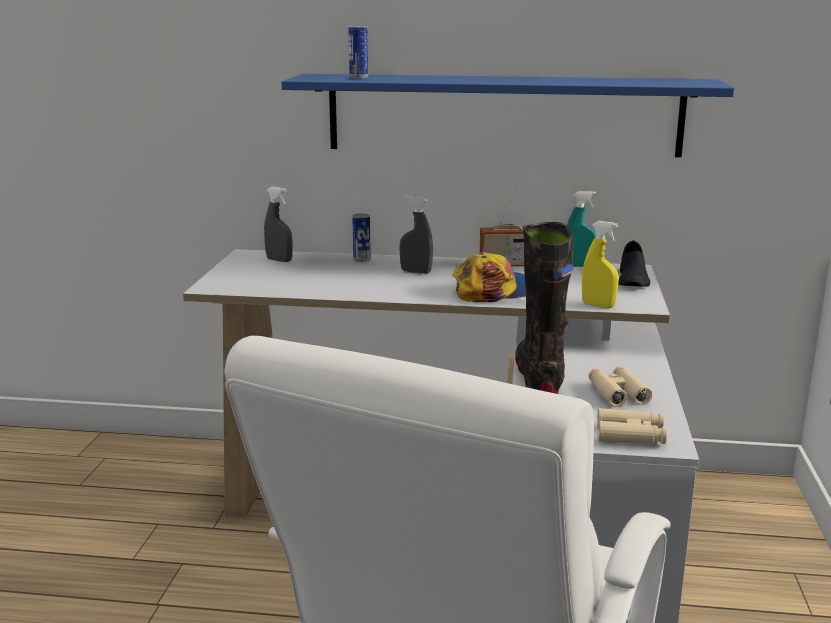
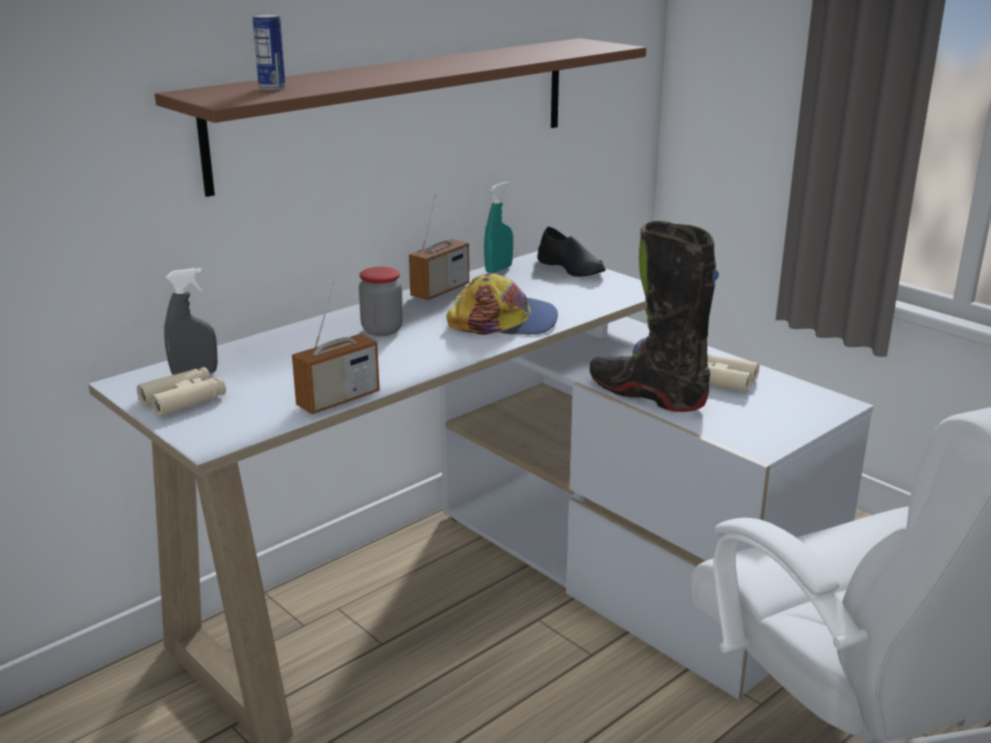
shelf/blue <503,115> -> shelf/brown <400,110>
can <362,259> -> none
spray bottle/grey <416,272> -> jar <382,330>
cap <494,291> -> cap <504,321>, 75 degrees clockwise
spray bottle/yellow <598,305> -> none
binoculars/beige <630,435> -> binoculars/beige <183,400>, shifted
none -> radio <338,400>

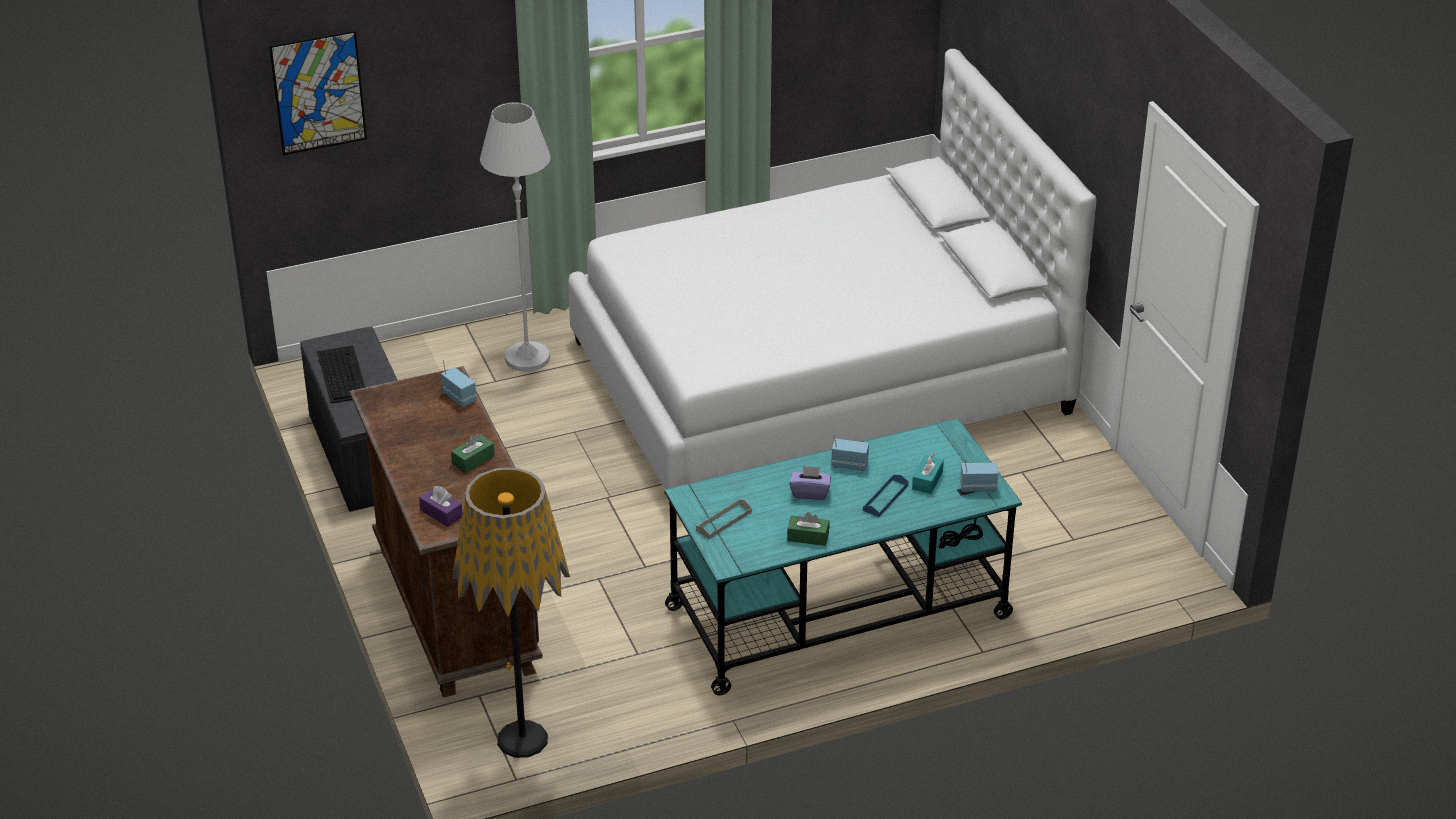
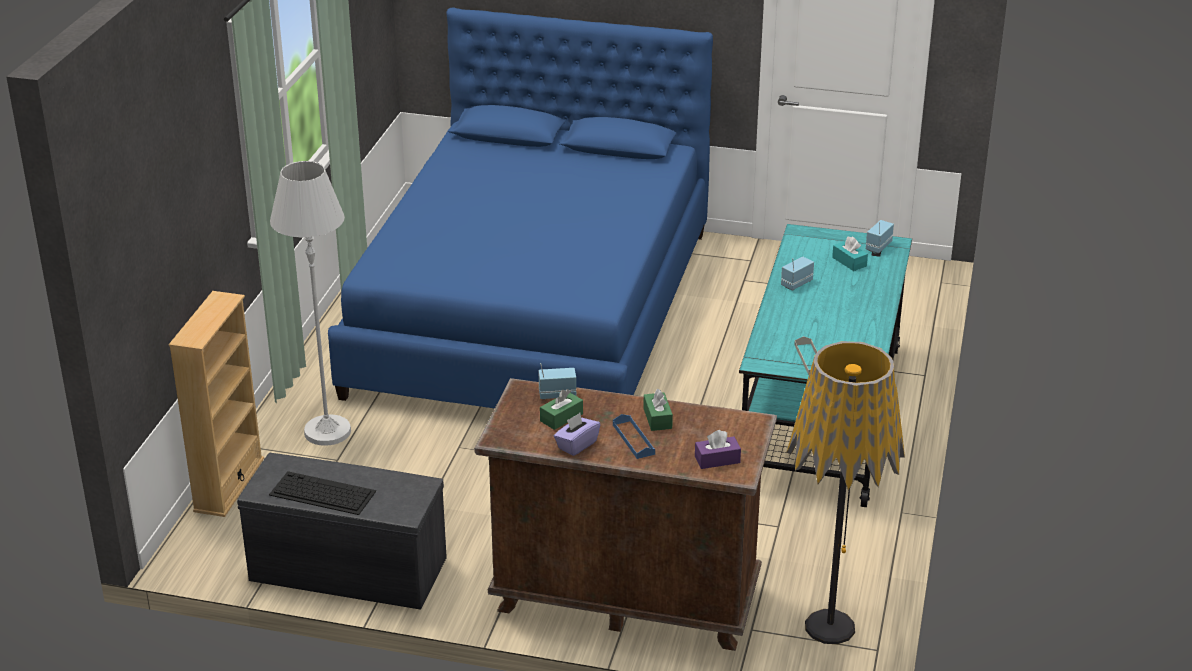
picture <318,92> -> none
bed/white <820,377> -> bed/blue <534,311>
tissue box/green <808,537> -> tissue box/green <561,417>, shifted
tissue box/purple <810,493> -> tissue box/purple <576,445>, shifted
tray/blue <885,498> -> tray/blue <633,439>, shifted
none -> bookcase/beige <229,485>

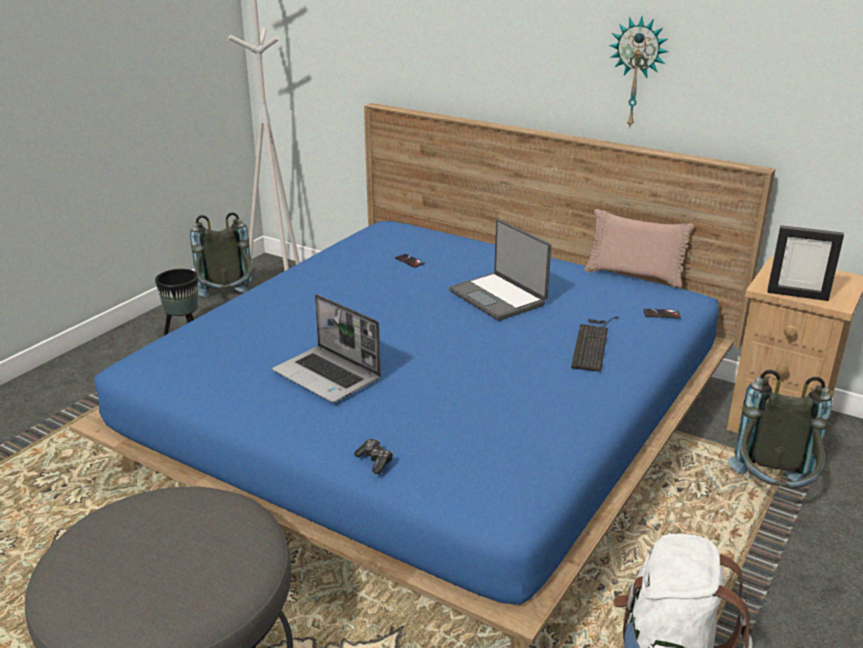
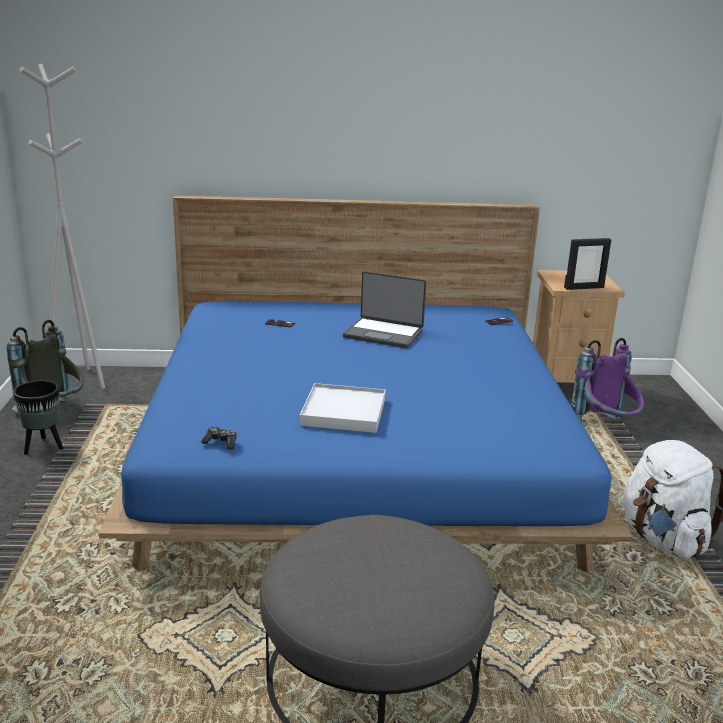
laptop <328,376> -> tray/white <344,412>
game controller <375,461> -> game controller <221,442>, shifted
keyboard <592,343> -> none
pillow/beige <634,276> -> none
wall clock <637,72> -> none
backpack/grey <771,493> -> backpack/purple <606,429>

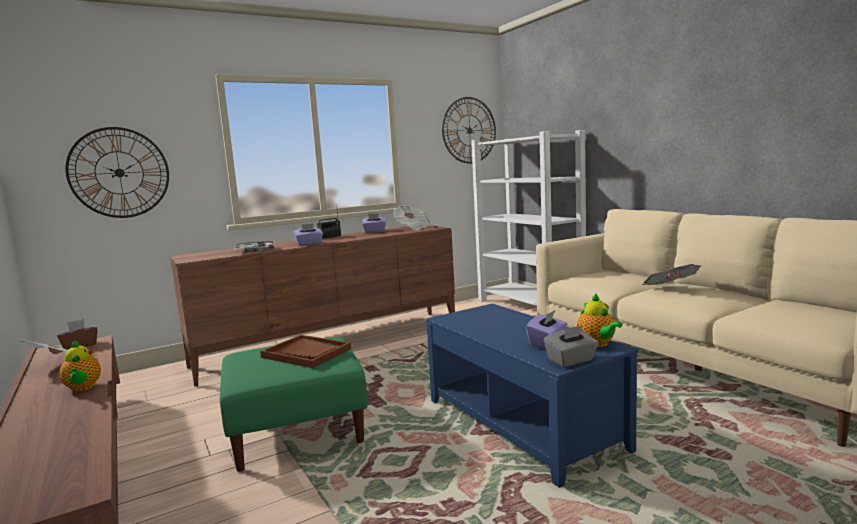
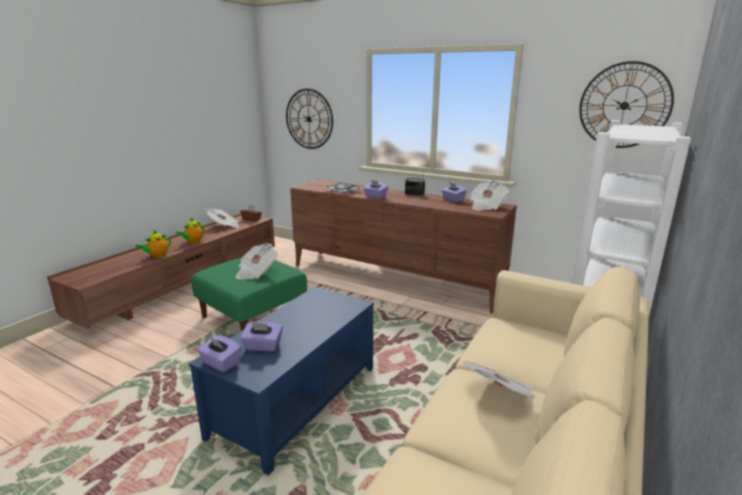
tray/brown <306,353> -> newspaper <256,272>
tissue box/grey <571,360> -> tissue box/purple <220,363>
teapot <597,344> -> teapot <157,256>, shifted

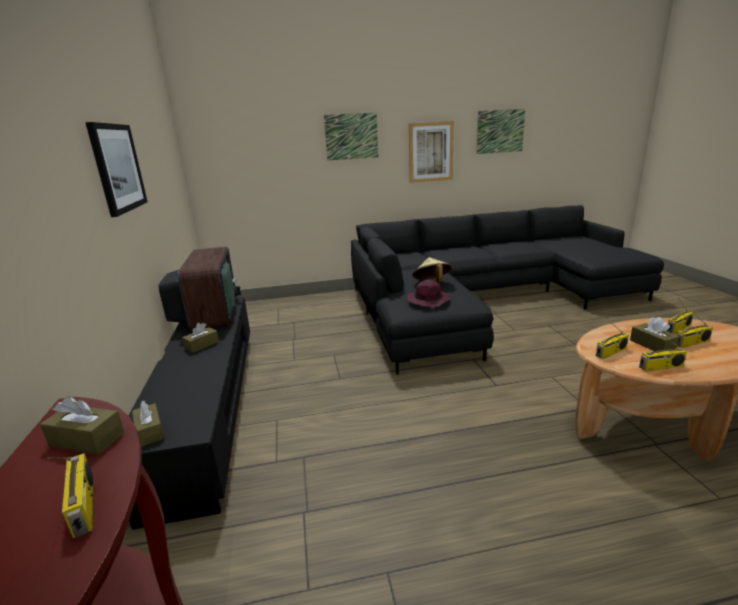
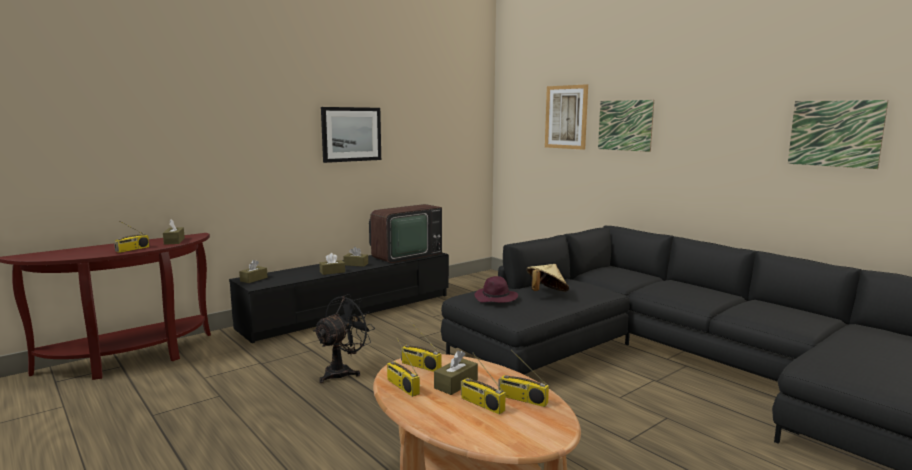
picture <431,152> -> picture <566,117>, shifted
none -> fan/black <343,372>
none -> tissue box/brown <332,272>

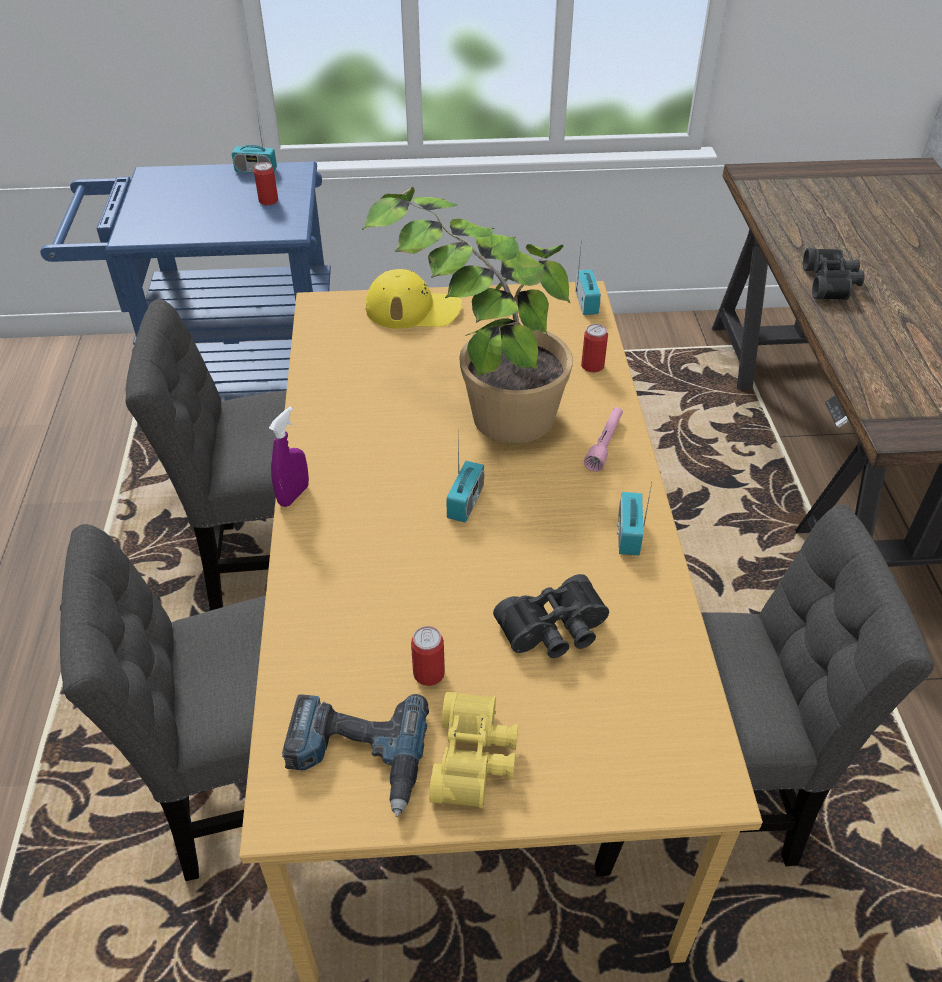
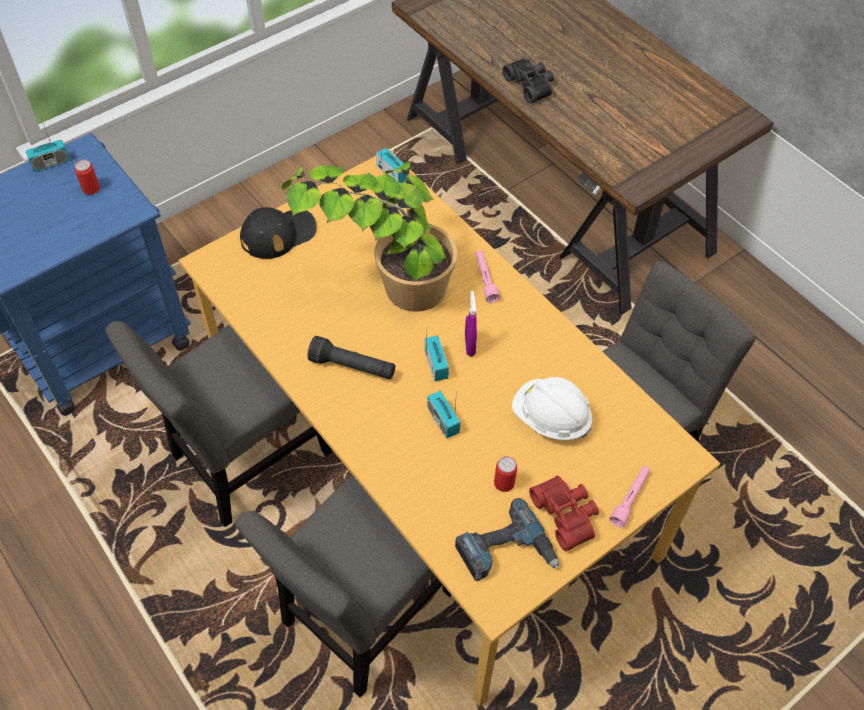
spray bottle/purple <293,495> -> spray bottle/purple <470,346>, shifted
cap/yellow <413,309> -> cap/black <278,234>
binoculars/yellow <476,758> -> binoculars/red <567,514>
binoculars/black <555,631> -> hard hat/white <550,418>
can <592,366> -> none
radio <628,534> -> radio <443,420>, shifted
none -> flashlight/black <352,367>
none -> flashlight/pink <630,498>

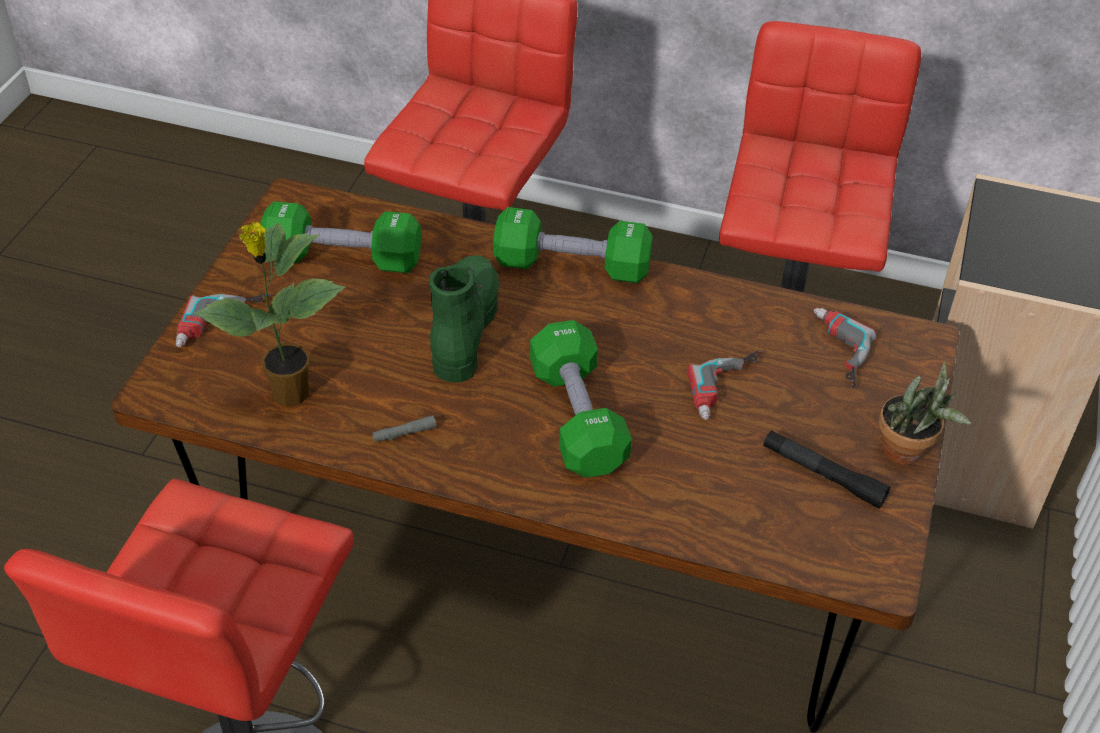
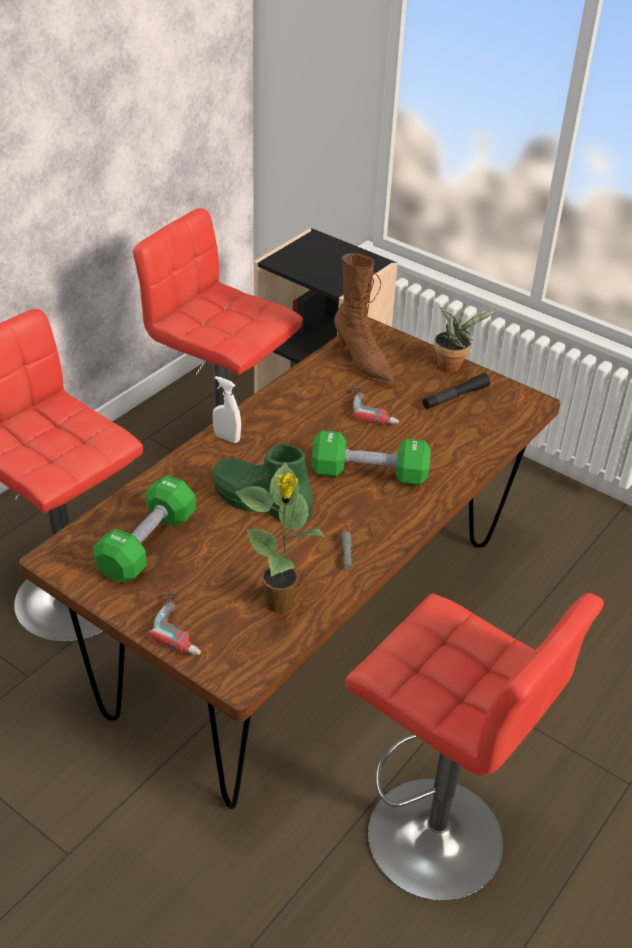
dumbbell/green <572,267> -> spray bottle/white <227,438>
power drill <833,351> -> boot/brown <362,362>

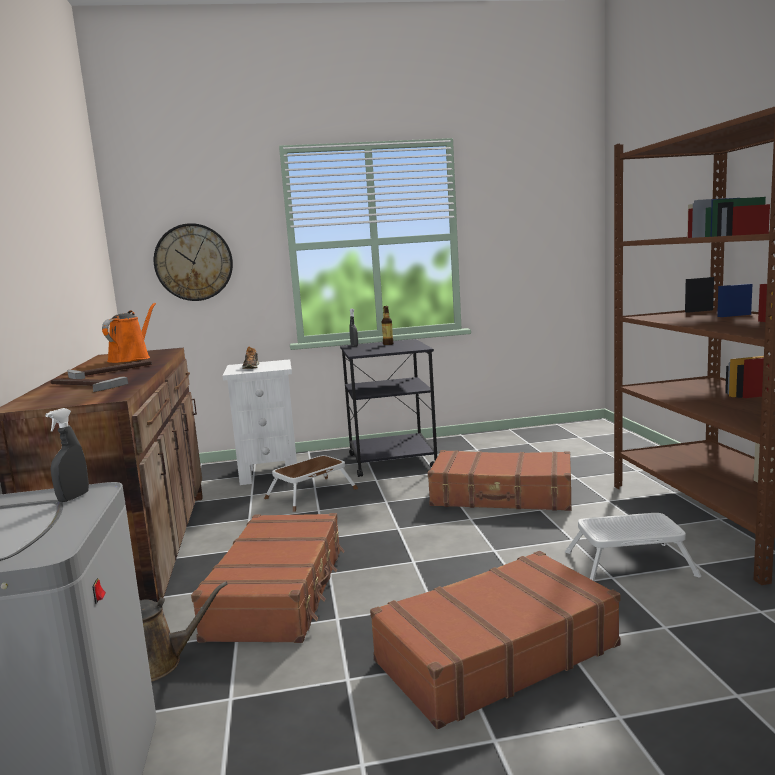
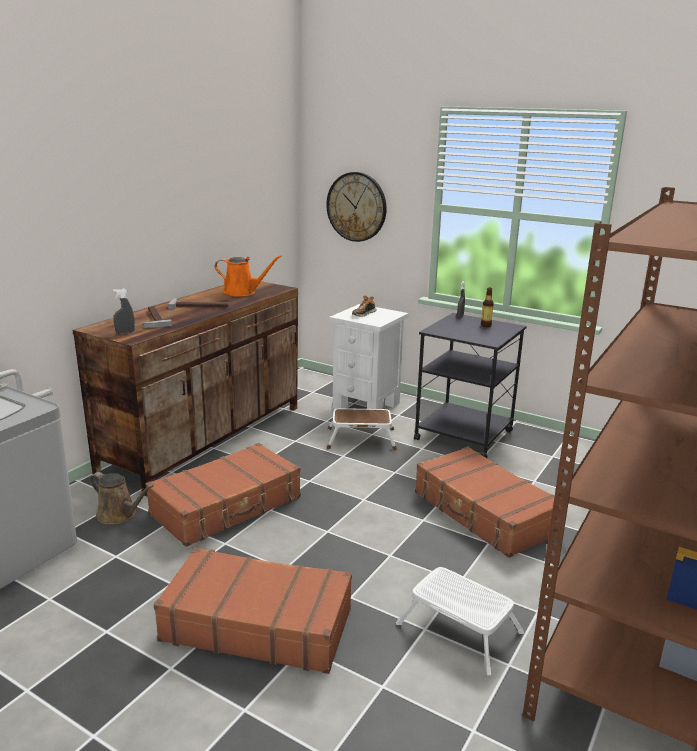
spray bottle/grey <73,497> -> spray bottle/grey <125,333>, shifted
watering can/orange <131,358> -> watering can/orange <242,292>, 45 degrees clockwise

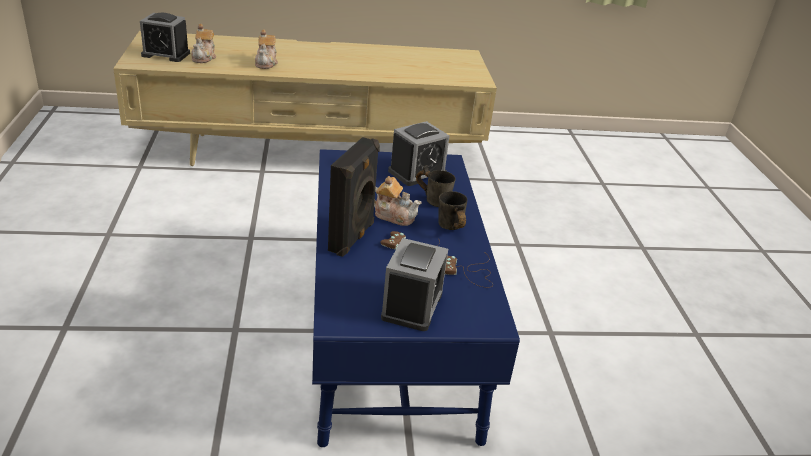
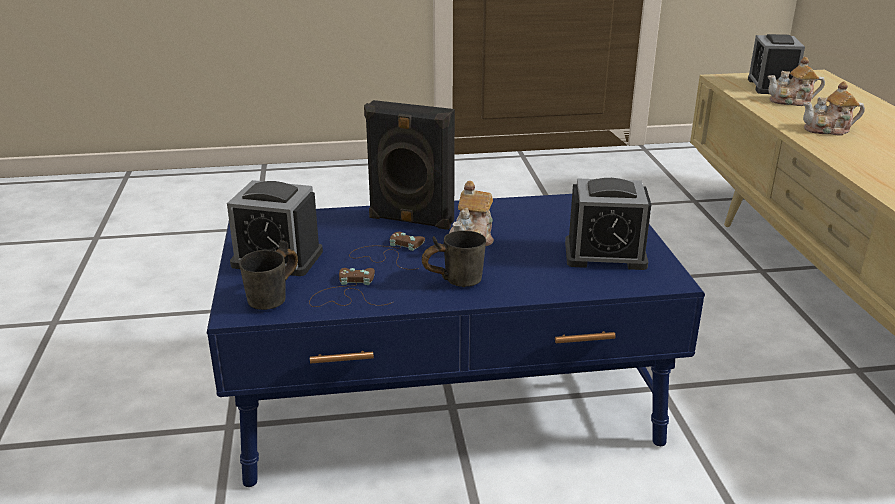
alarm clock <417,172> -> alarm clock <605,254>, 45 degrees counterclockwise
mug/grey <434,199> -> mug/grey <277,300>, shifted

